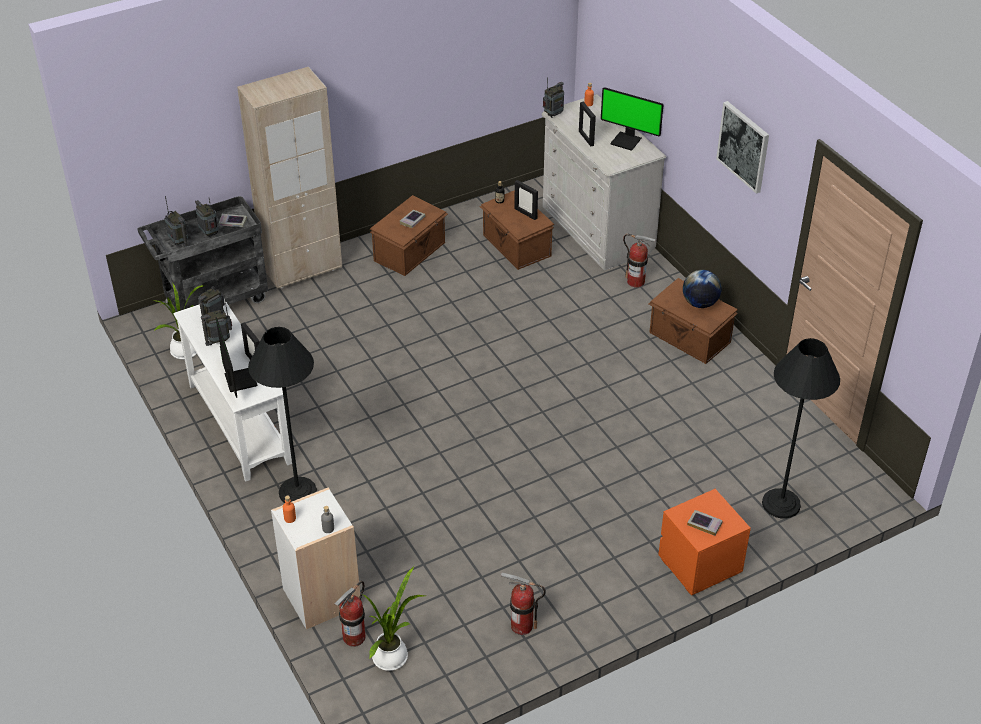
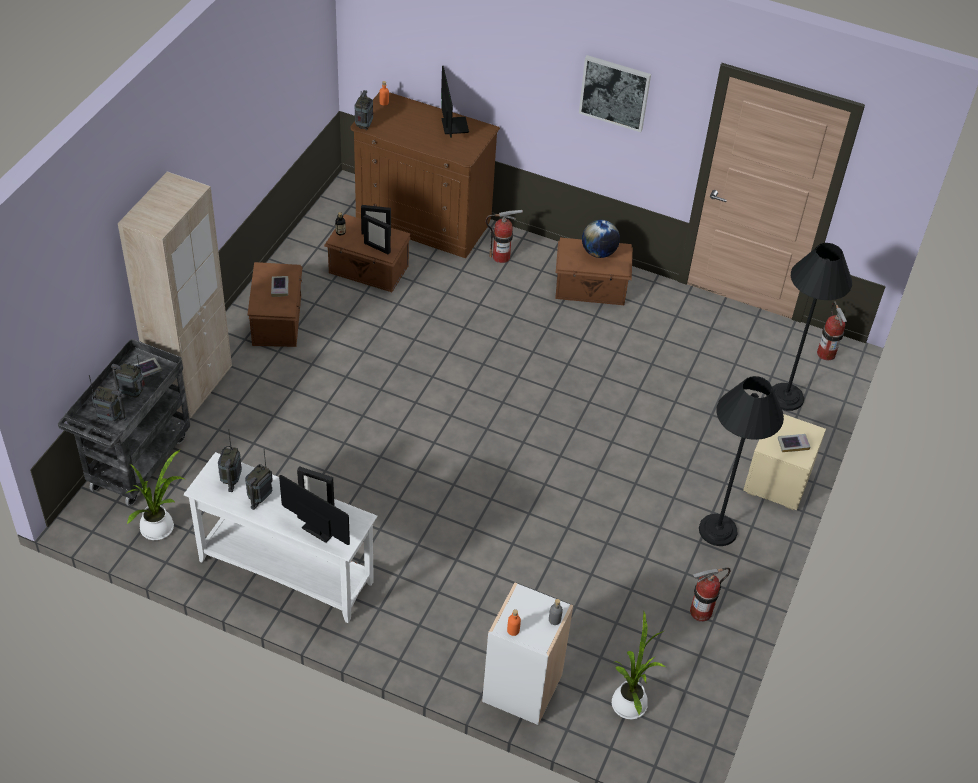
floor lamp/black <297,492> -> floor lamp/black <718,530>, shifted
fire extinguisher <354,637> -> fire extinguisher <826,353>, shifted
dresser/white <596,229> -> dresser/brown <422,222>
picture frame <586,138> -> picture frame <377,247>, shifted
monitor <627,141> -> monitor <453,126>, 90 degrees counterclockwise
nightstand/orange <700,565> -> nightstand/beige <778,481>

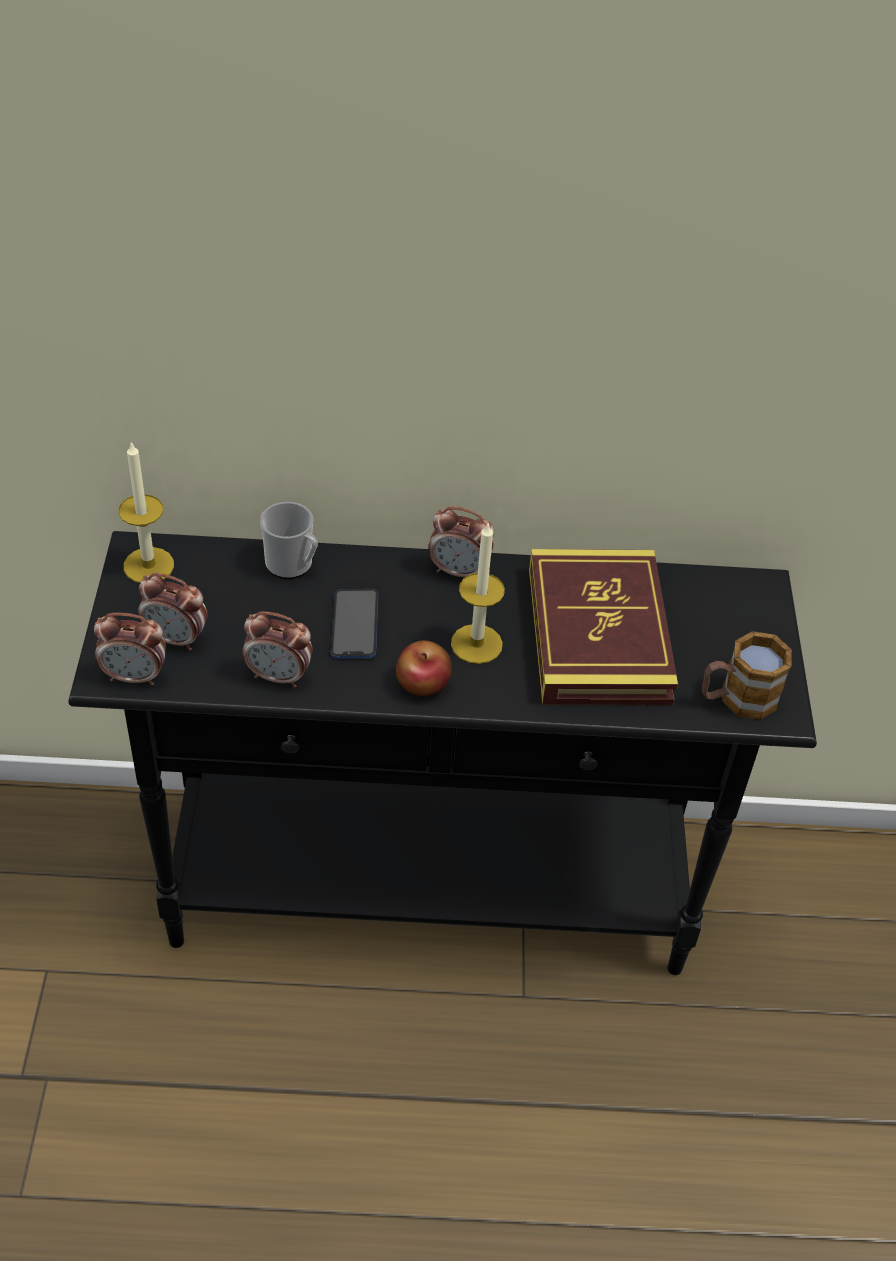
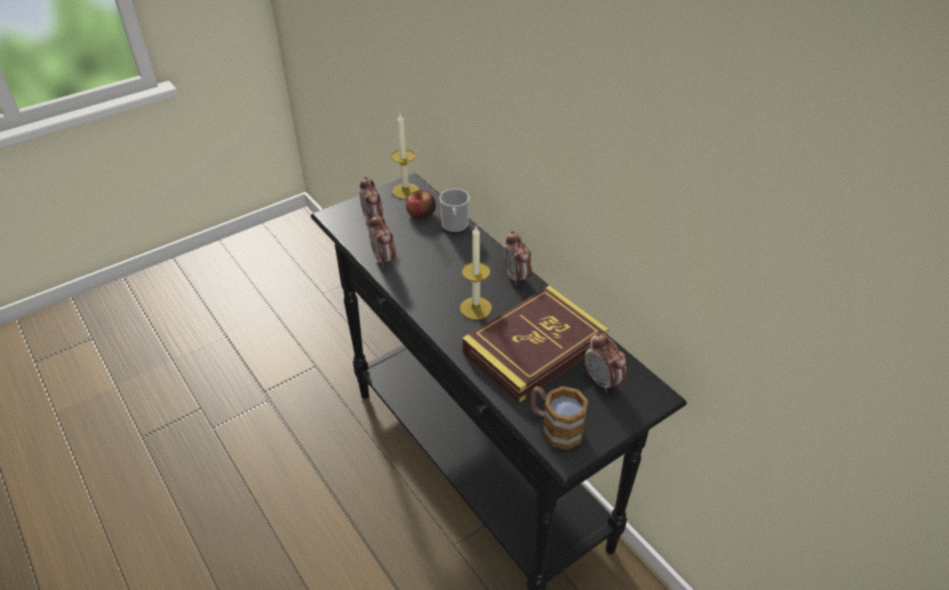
alarm clock <135,676> -> alarm clock <602,381>, shifted
phone <354,625> -> none
apple <423,683> -> apple <421,214>, shifted

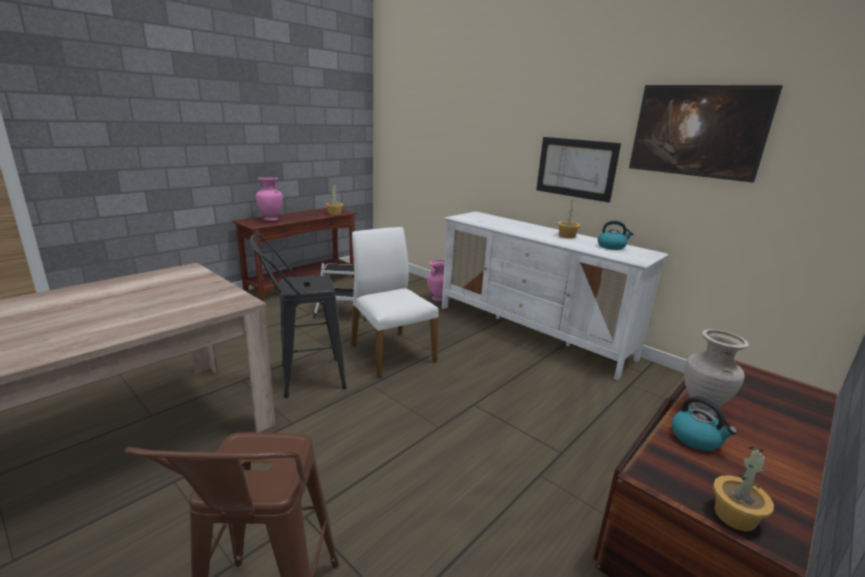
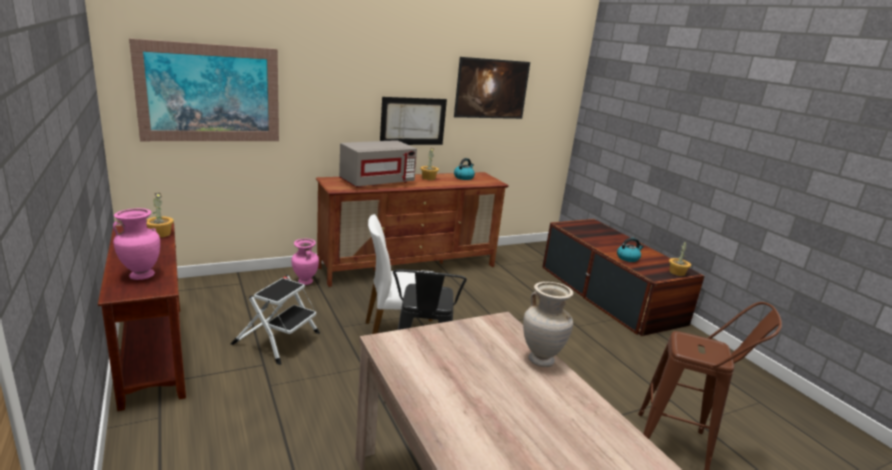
dresser/white <530,331> -> dresser/brown <409,267>
vase/beige <702,411> -> vase/beige <541,360>, shifted
none -> picture <210,93>
none -> microwave/grey <377,182>

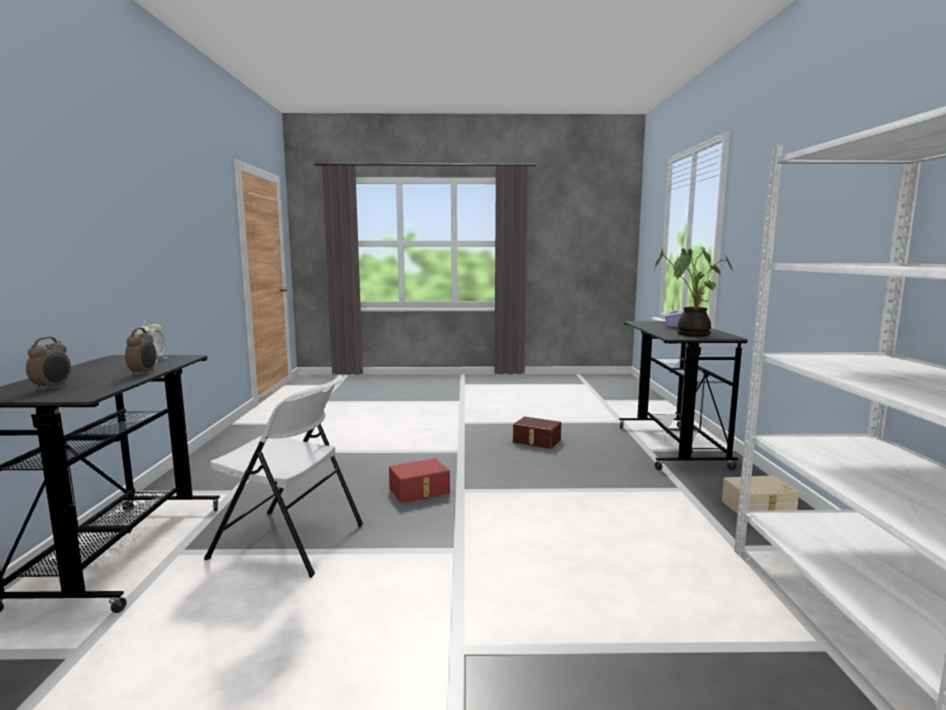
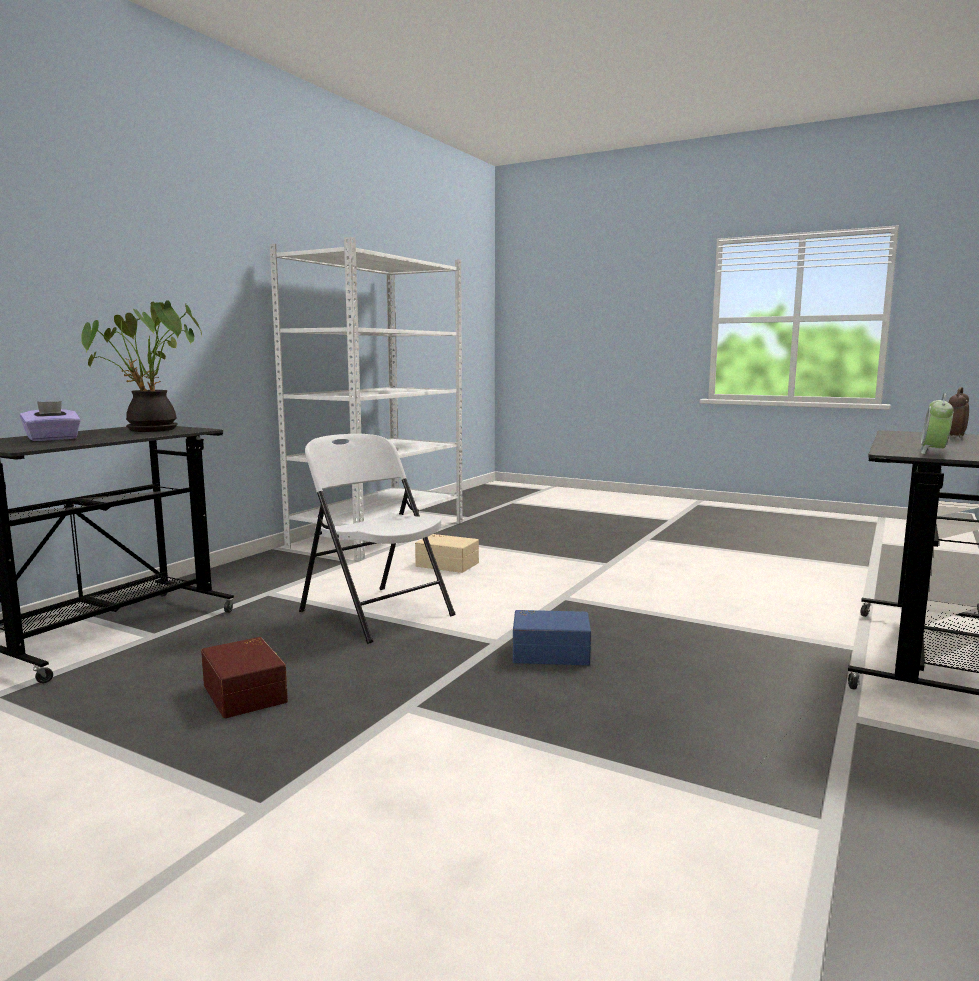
alarm clock <144,373> -> none
chair/white <288,541> -> chair/white <377,613>, shifted
storage box/red <420,491> -> storage box/blue <550,652>
storage box/beige <759,509> -> storage box/beige <448,564>, shifted

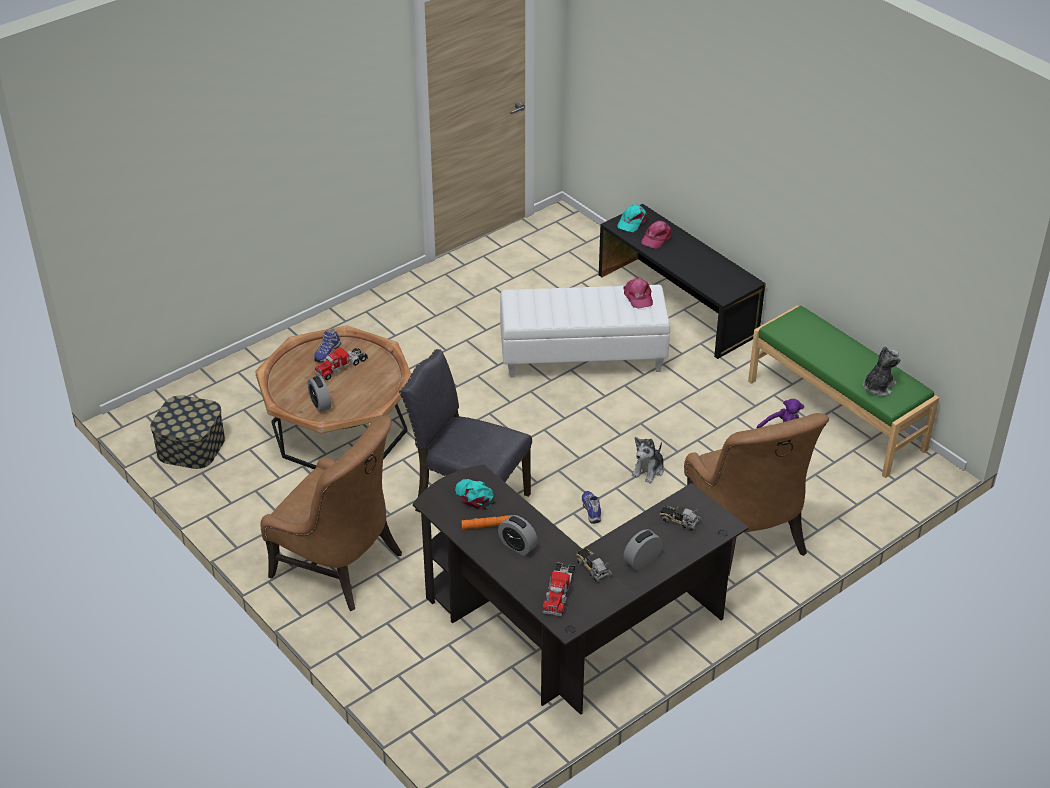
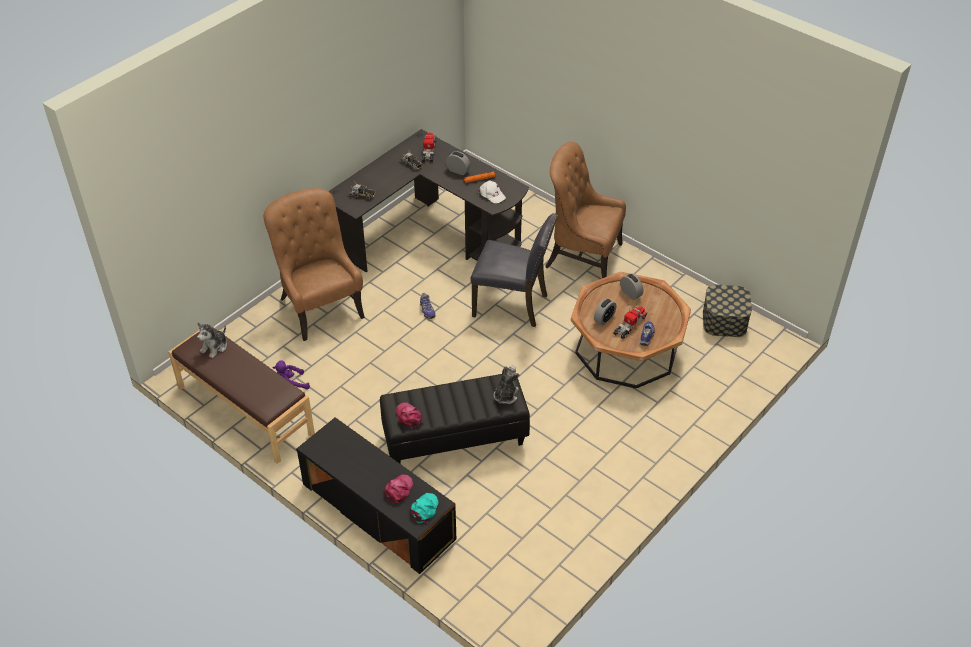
cap/turquoise <475,496> -> cap/white <491,194>
ottoman/white <582,357> -> ottoman/black <455,439>
alarm clock <642,560> -> alarm clock <604,319>, shifted
plush toy <649,470> -> plush toy <505,395>, shifted
bench/green <836,414> -> bench/brown <244,411>

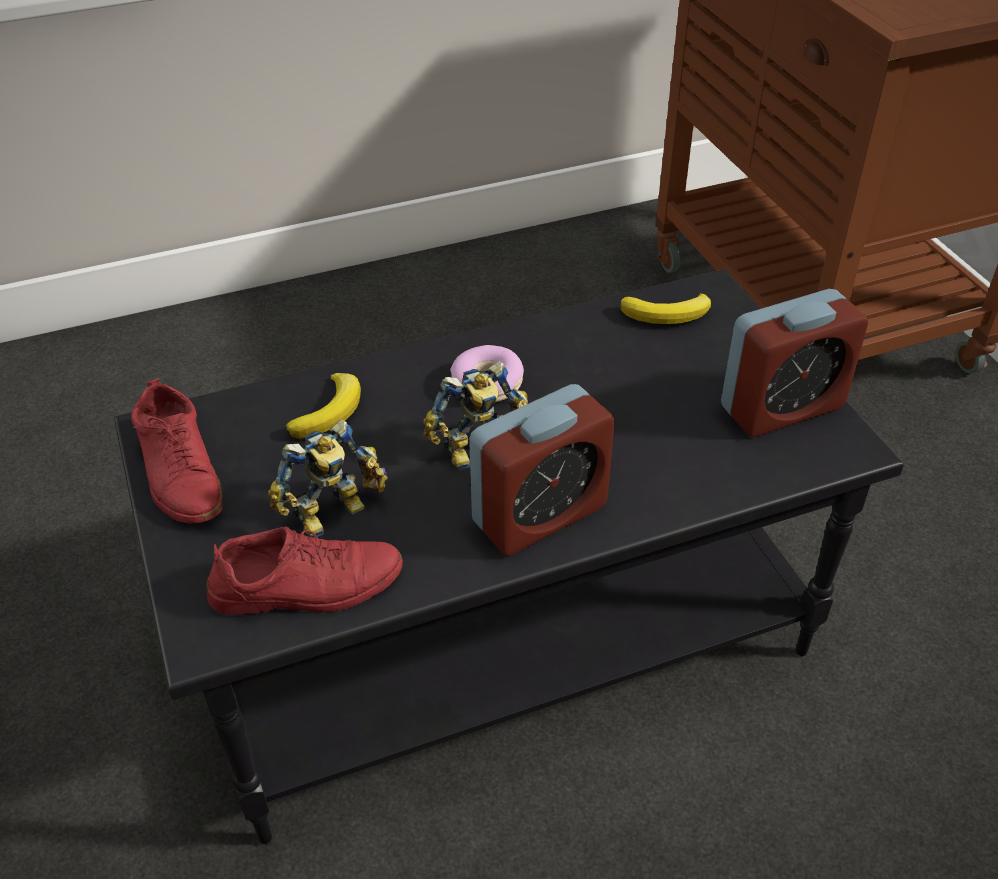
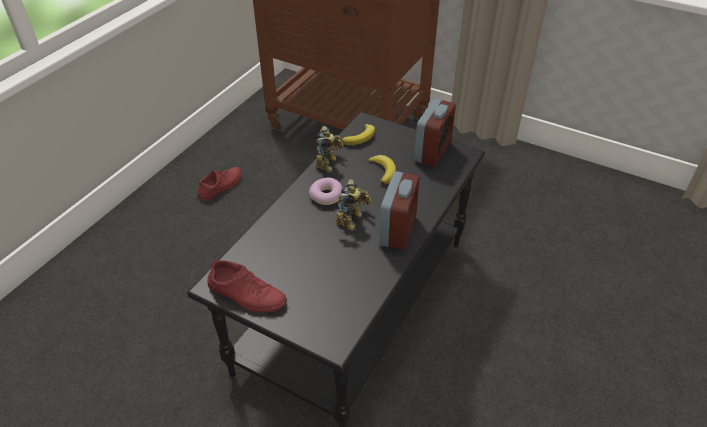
shoe/red <307,586> -> shoe/red <221,186>, shifted
toy robot <334,514> -> toy robot <329,164>, shifted
banana <330,411> -> banana <383,171>, shifted

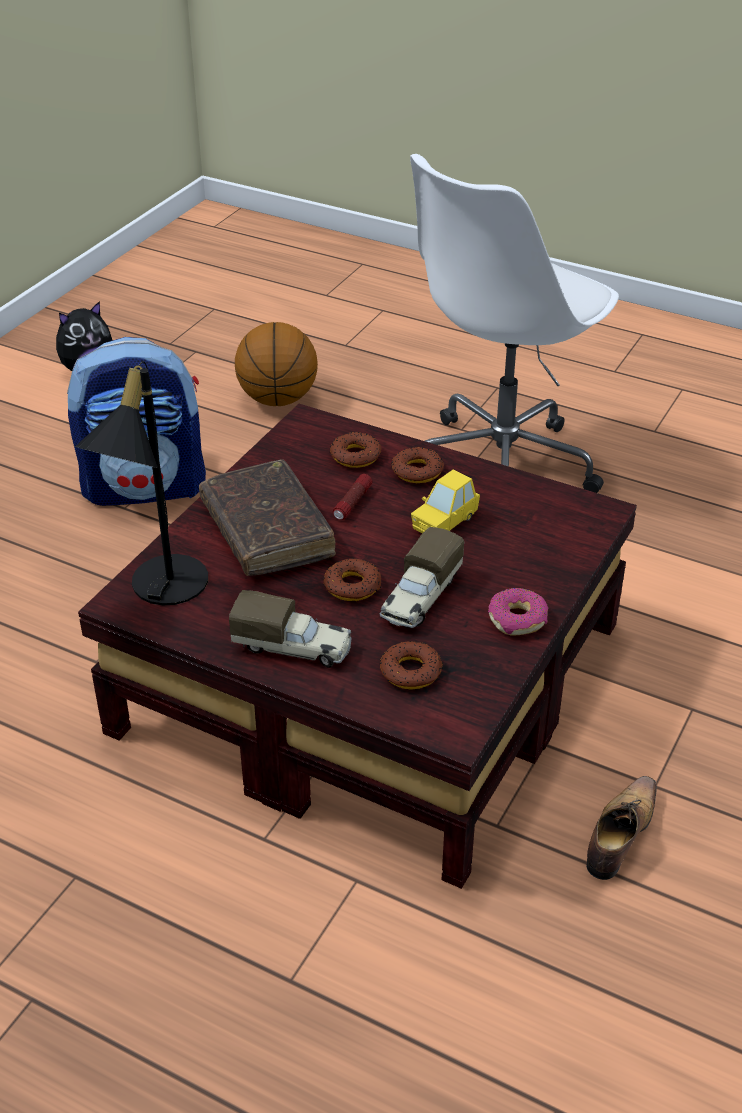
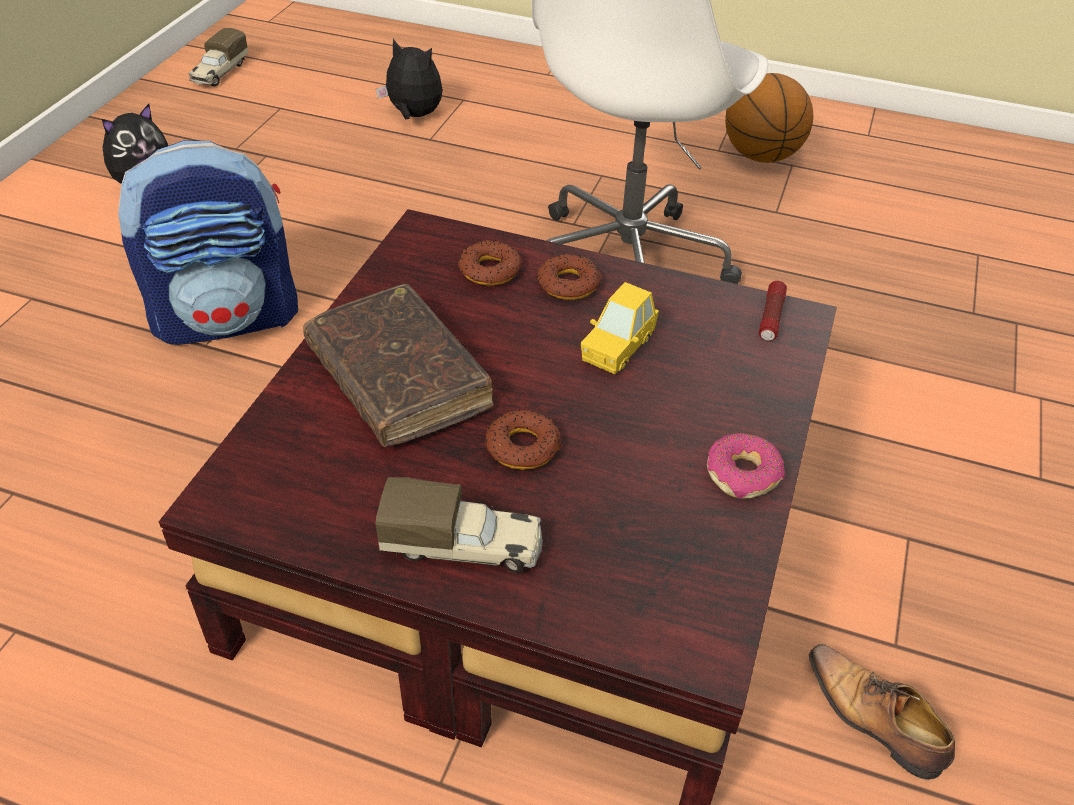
table lamp/black <158,588> -> none
basketball <277,399> -> basketball <761,156>, shifted
flashlight <352,503> -> flashlight <771,318>, shifted
toy truck <420,598> -> toy truck <219,73>, shifted
donut <411,671> -> none
shoe <619,835> -> shoe <874,719>, 60 degrees counterclockwise
none -> plush toy <413,115>

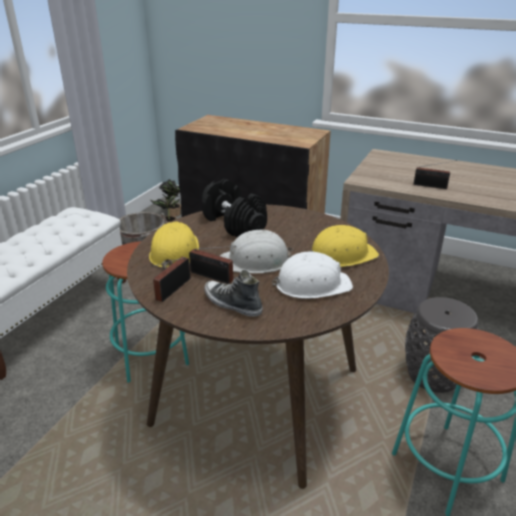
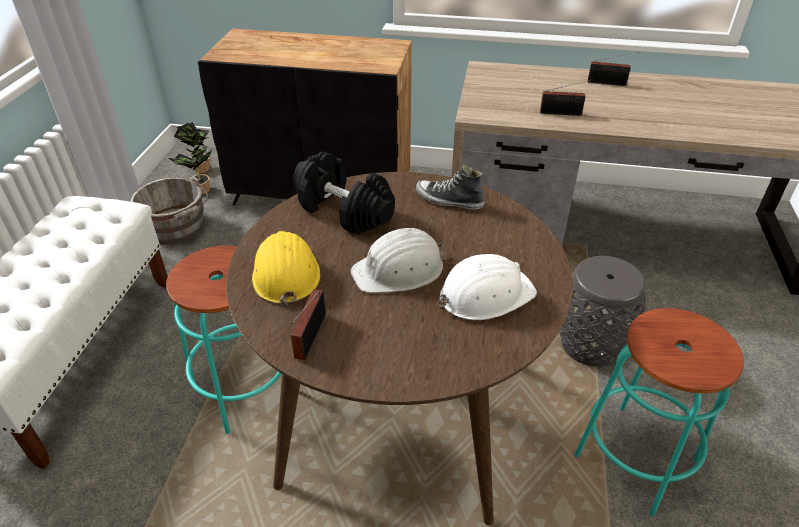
radio <213,277> -> radio <609,83>, shifted
shoe <232,304> -> shoe <449,200>, shifted
hard hat/yellow <341,255> -> none

